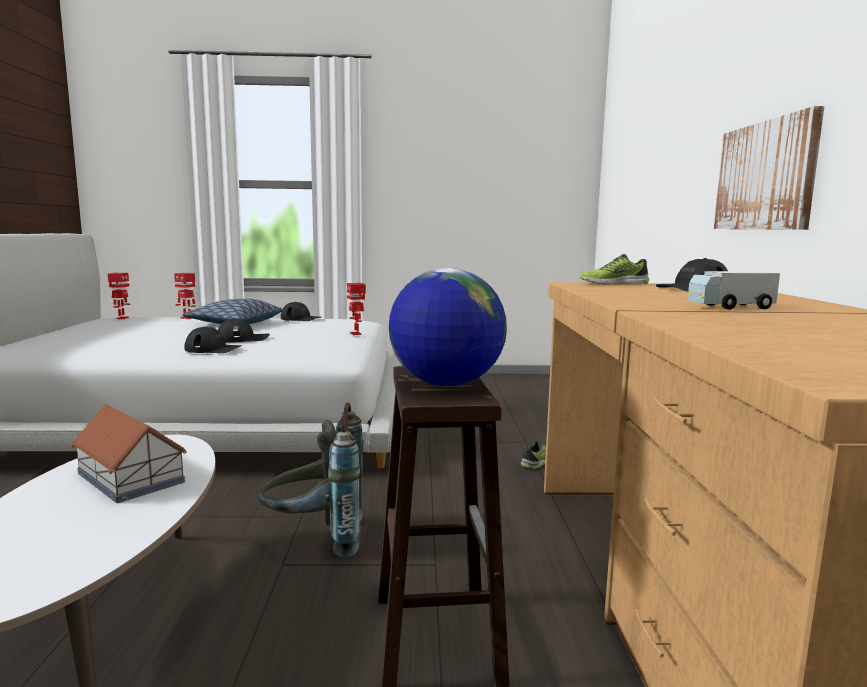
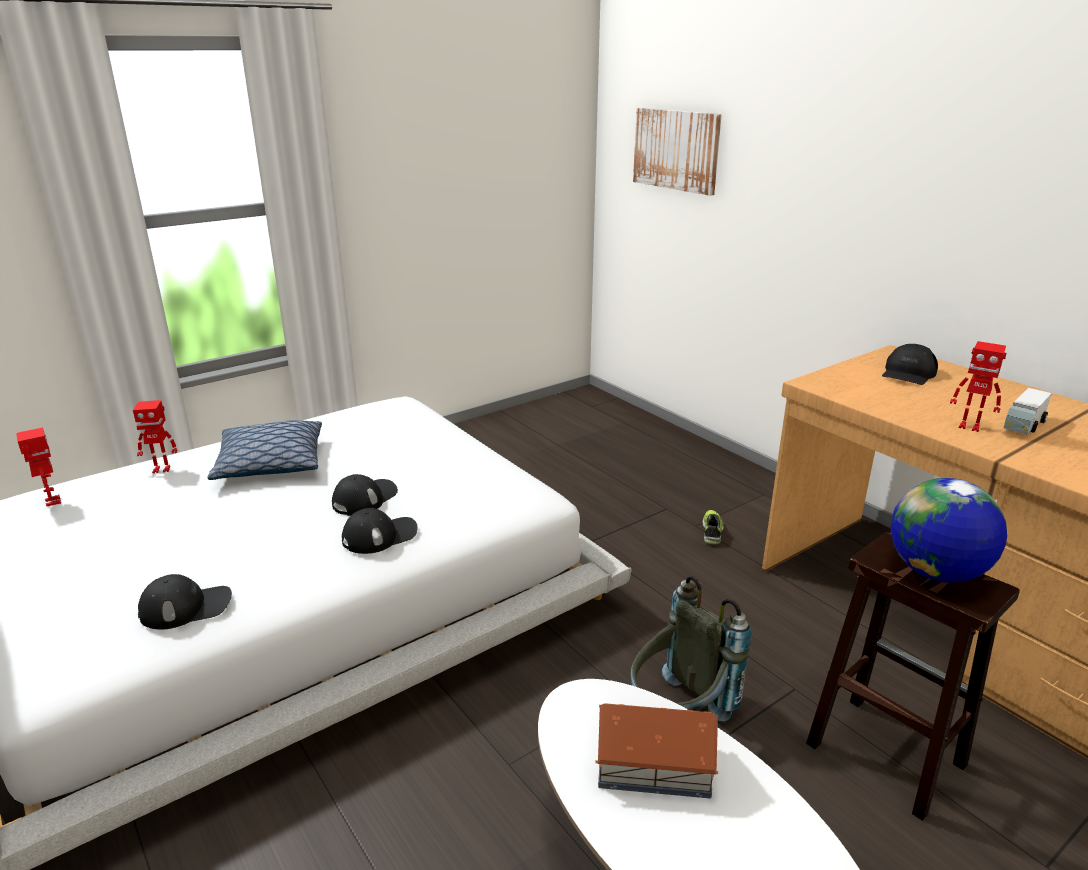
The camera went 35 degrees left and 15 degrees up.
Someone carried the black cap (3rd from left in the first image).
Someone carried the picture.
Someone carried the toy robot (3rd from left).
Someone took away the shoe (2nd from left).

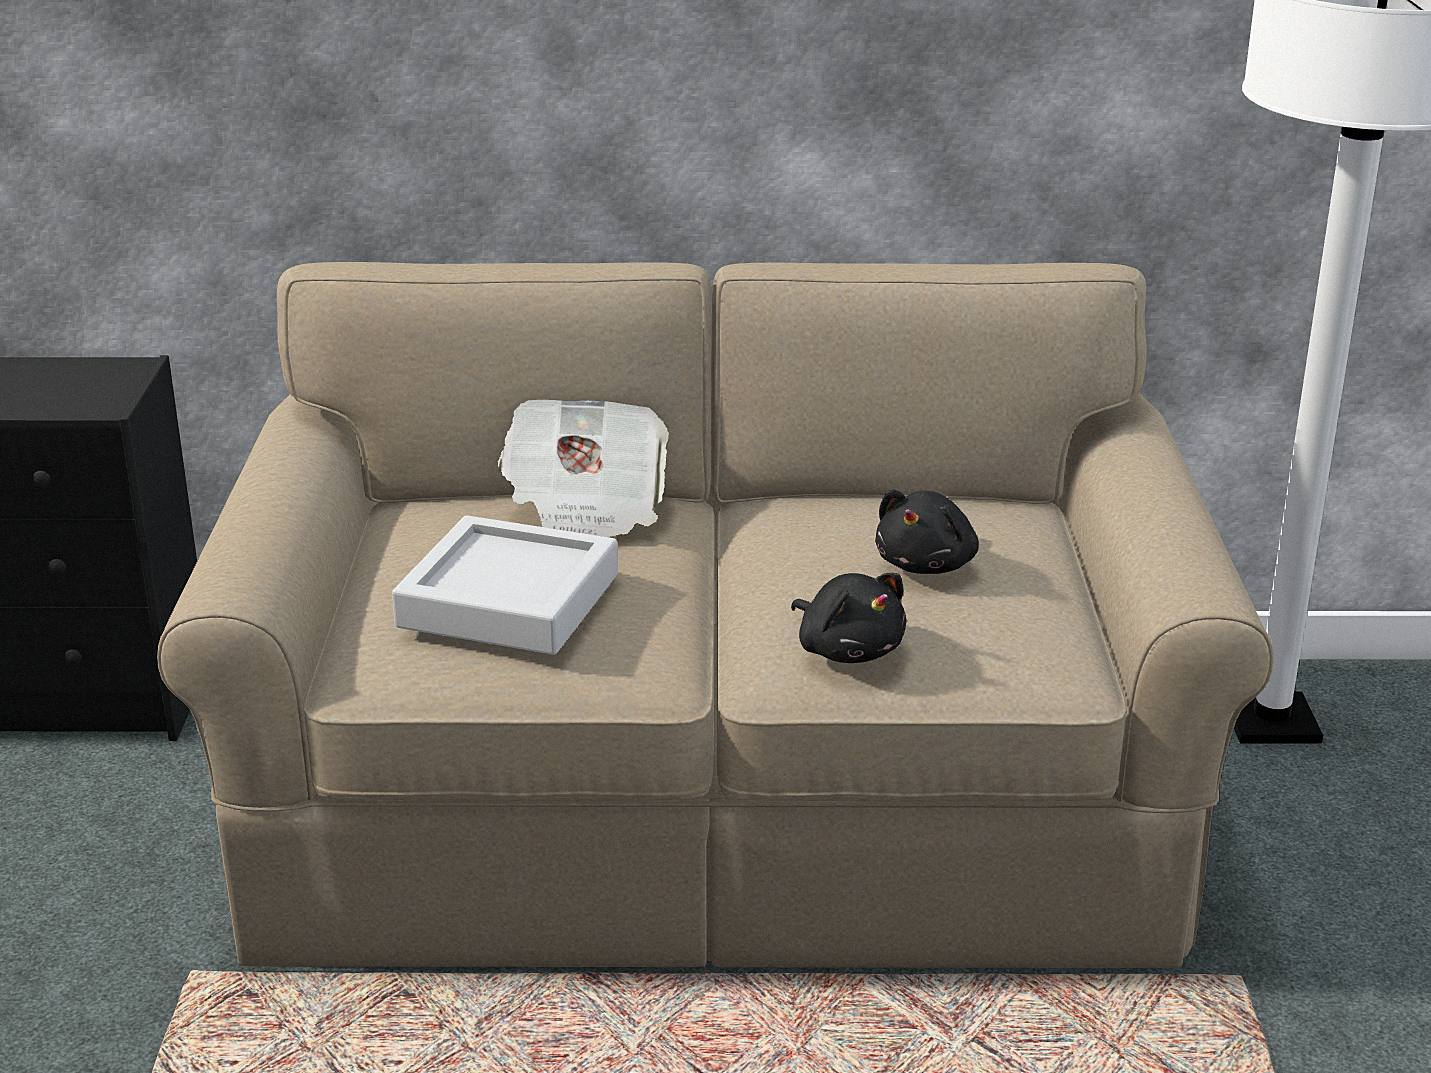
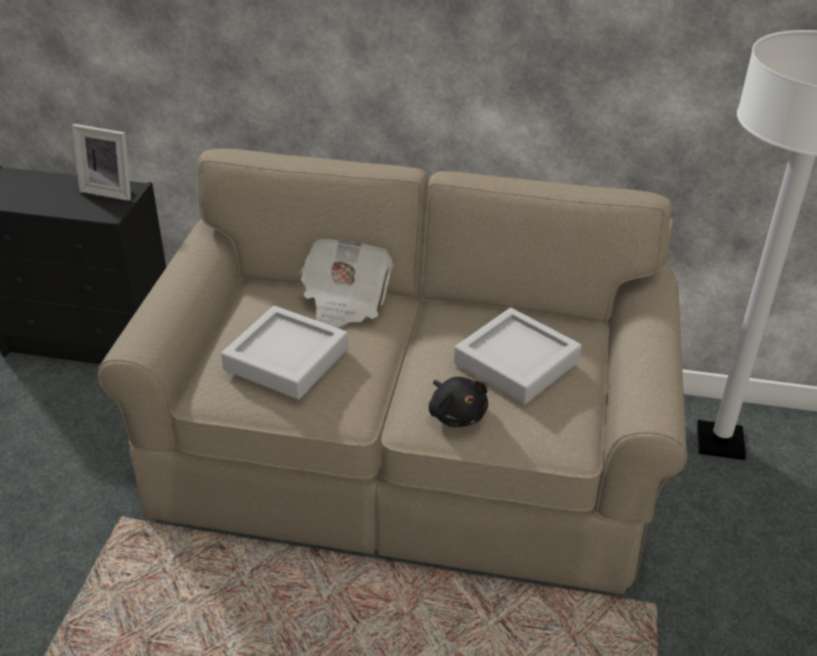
The camera went 10 degrees right and 10 degrees up.
Someone put down the picture frame.
Someone swapped the black plush toy (2nd from left) for the grey tray (2nd from left).

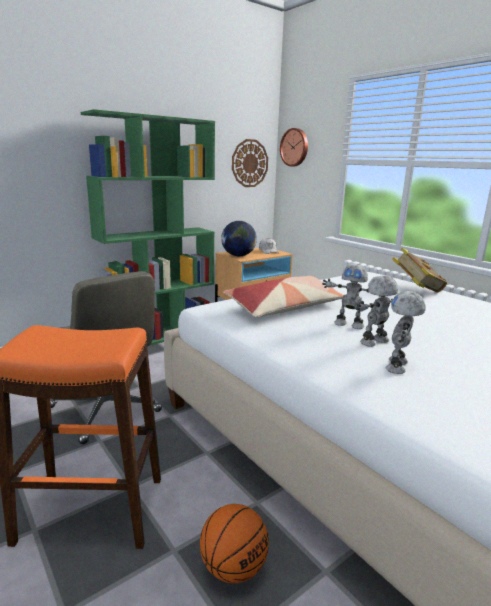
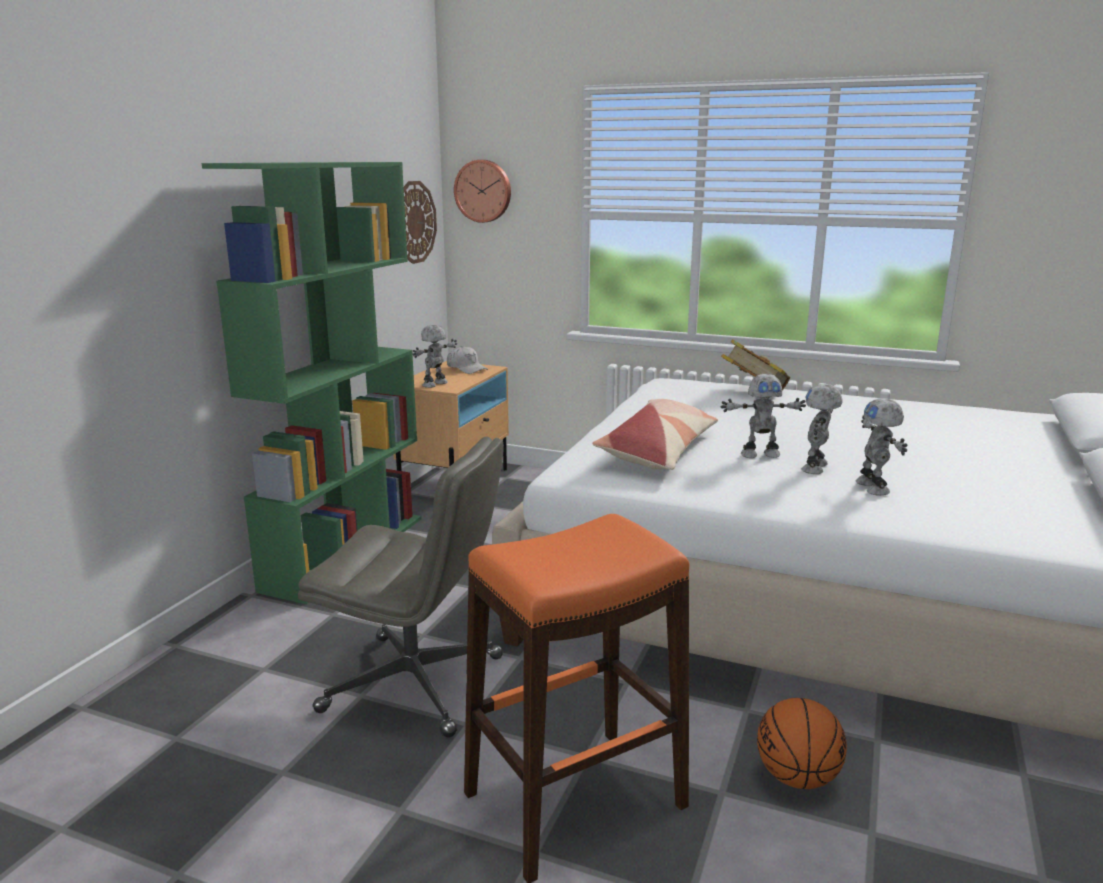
The camera went 30 degrees left and 0 degrees up.
Someone swapped the globe for the toy robot (1st from left).

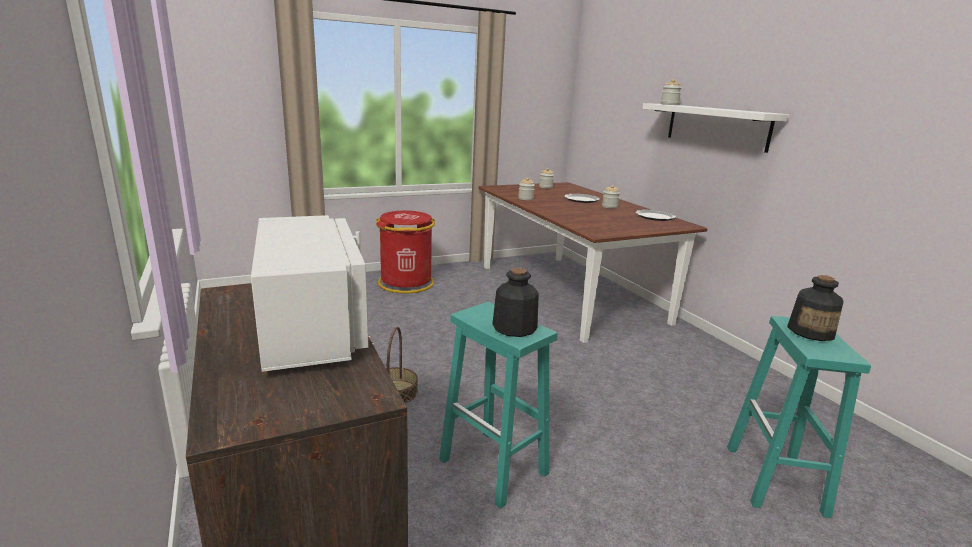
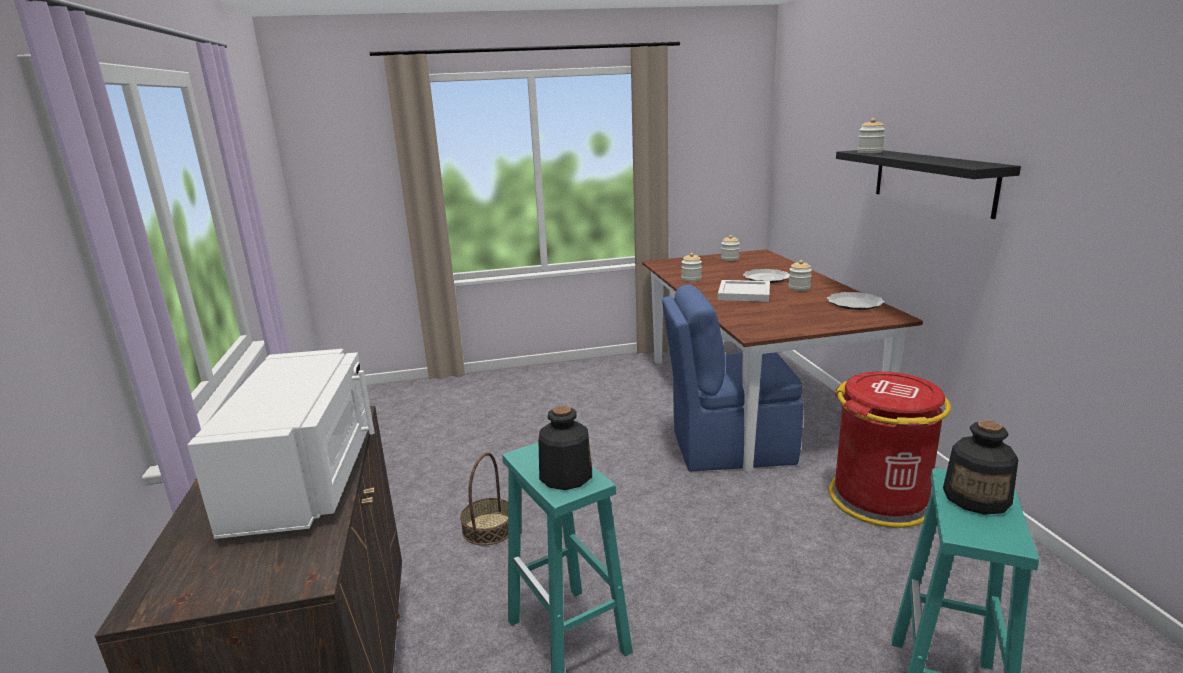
The camera went 15 degrees right and 0 degrees up.
Someone put down the blue chair.
Someone put down the white tray.
Someone carried the red trash can.
Someone repainted the white shelf, which became the black shelf.

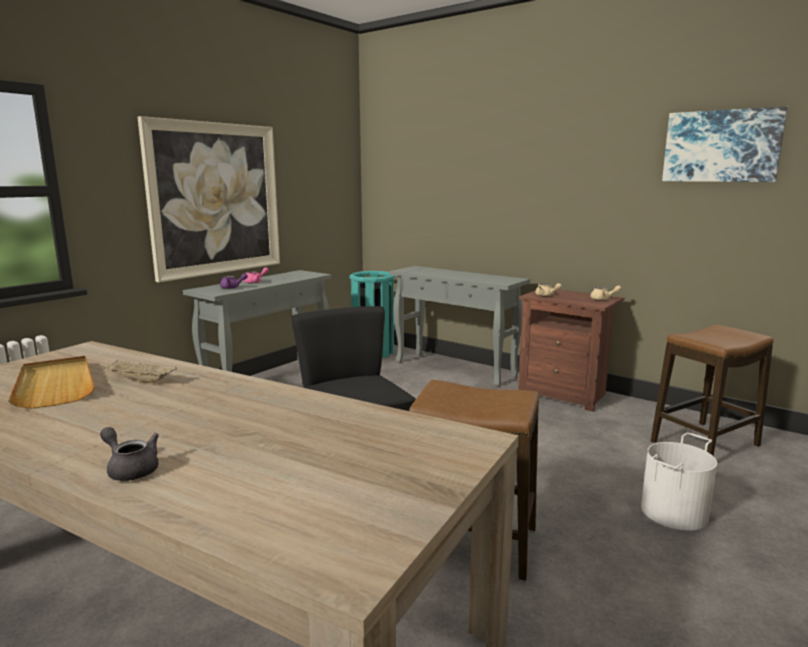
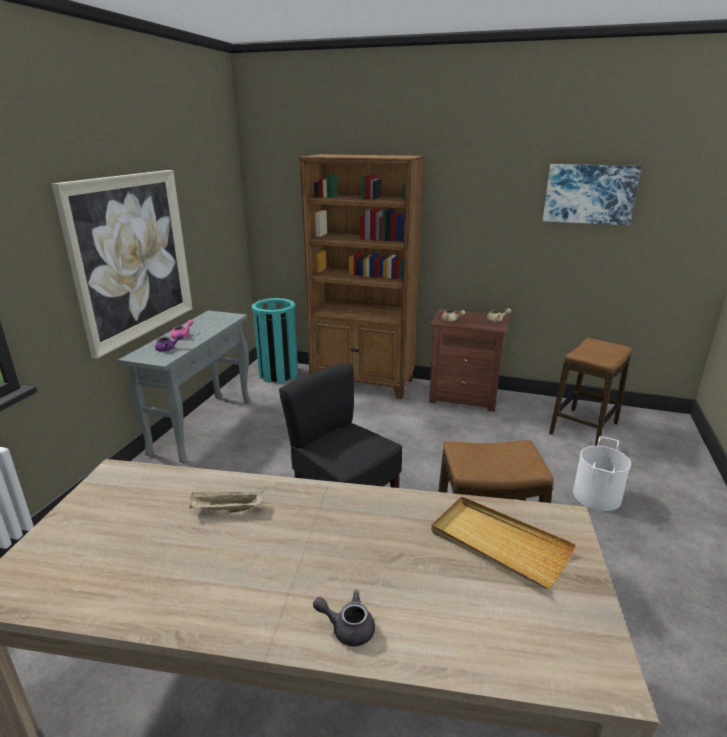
The camera went 20 degrees left and 10 degrees up.
Someone swapped the grey console table (2nd from left) for the brown bookcase.
Someone carried the beige tray (1st from left in the first image).

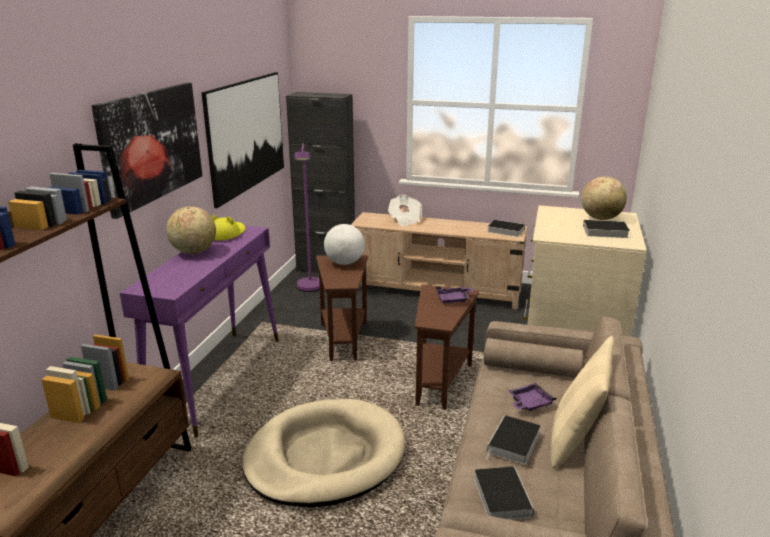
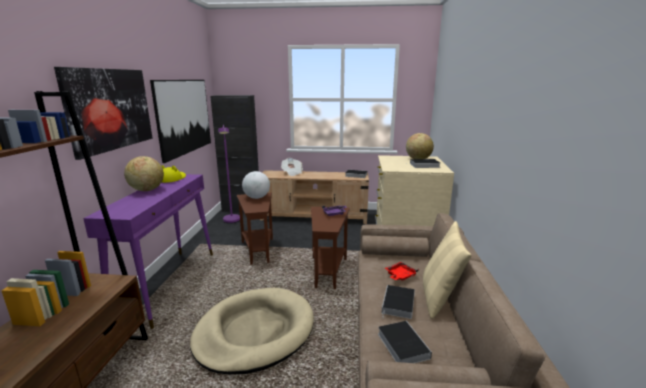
The camera went 10 degrees left and 5 degrees down.
Someone repainted the purple tray (2nd from left), which became the red tray.

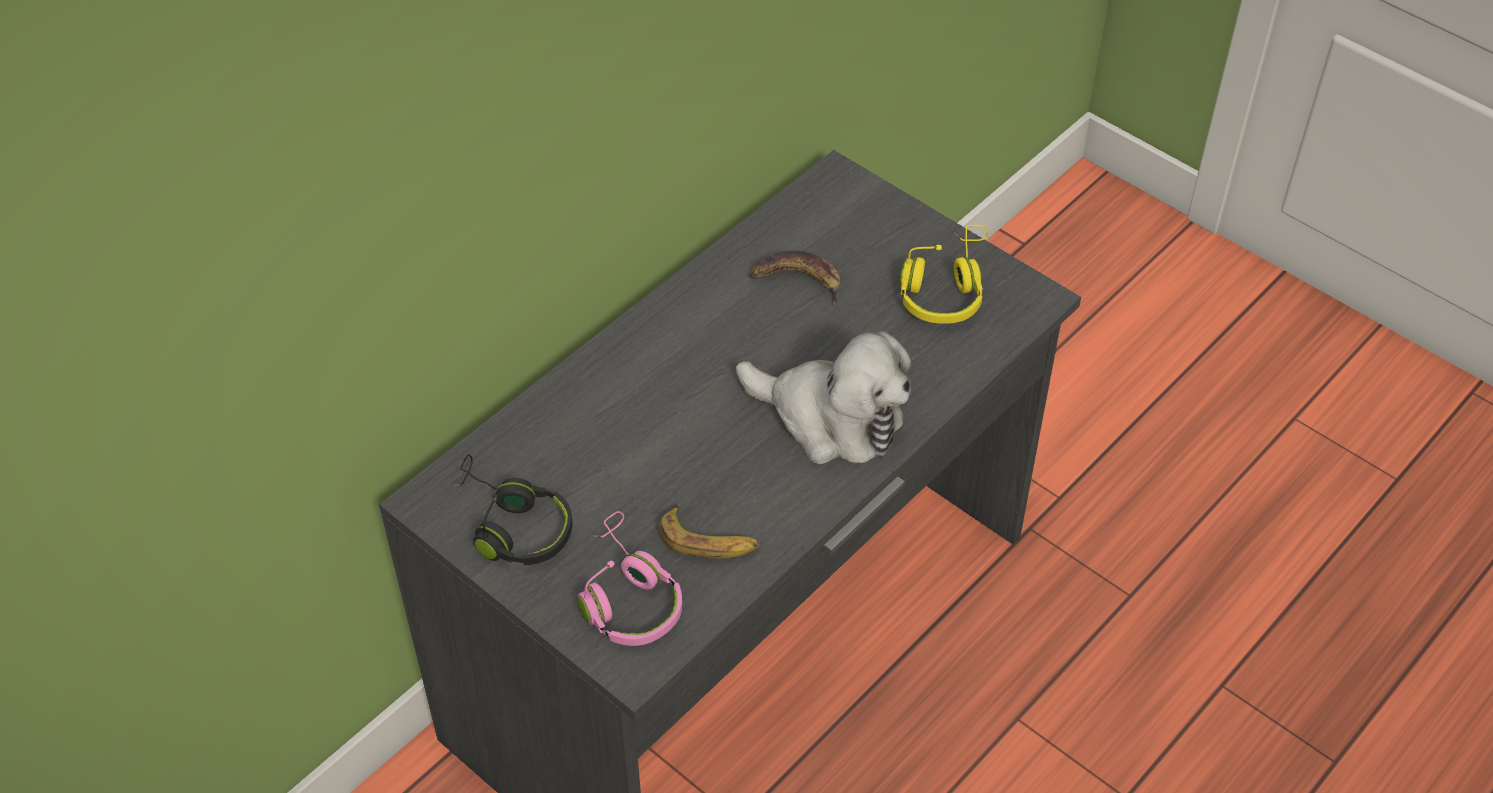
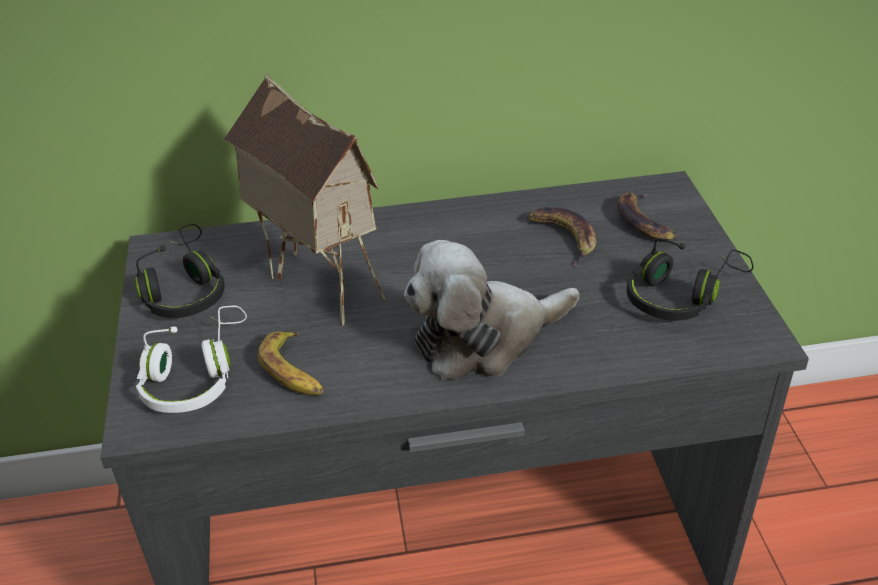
The camera went 40 degrees right and 10 degrees down.
Someone repainted the pink headphones, which became the white headphones.
Someone put down the toy house.
Someone rotated the plush toy by 90 degrees clockwise.
Someone put down the banana (3rd from left).
Someone repainted the yellow headphones, which became the black headphones (2nd from left).

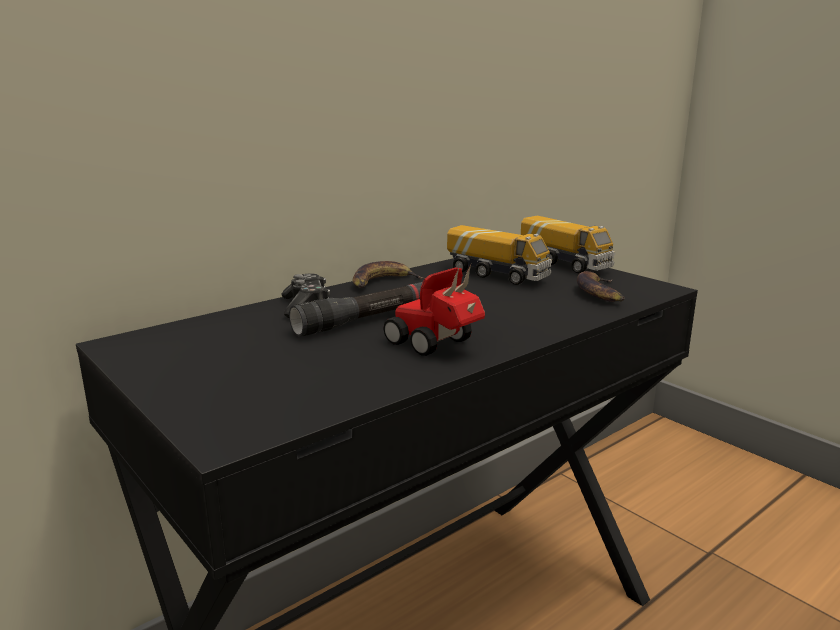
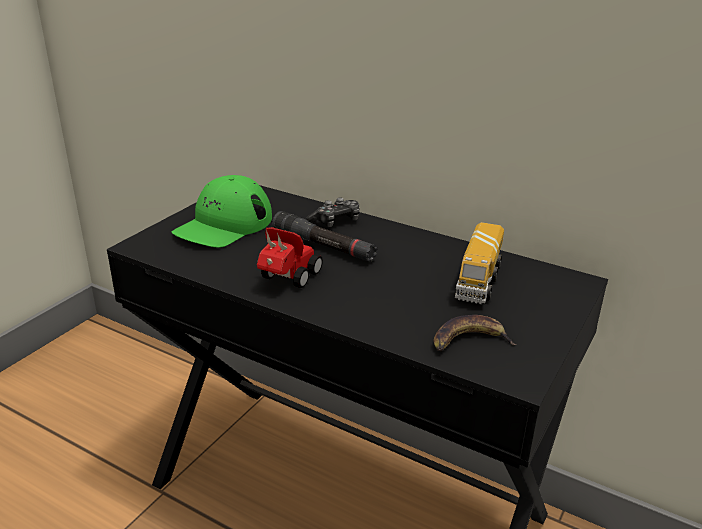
The camera went 70 degrees right and 10 degrees up.
Someone put down the green cap.
Someone took away the banana (1st from left).
Someone took away the toy truck (2nd from left).

